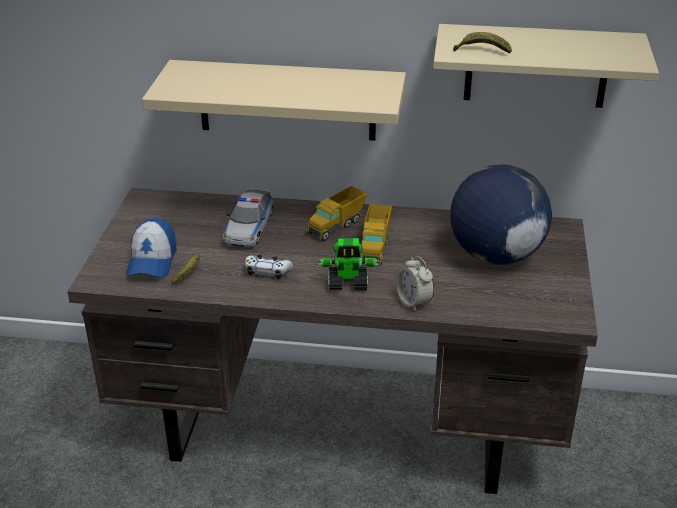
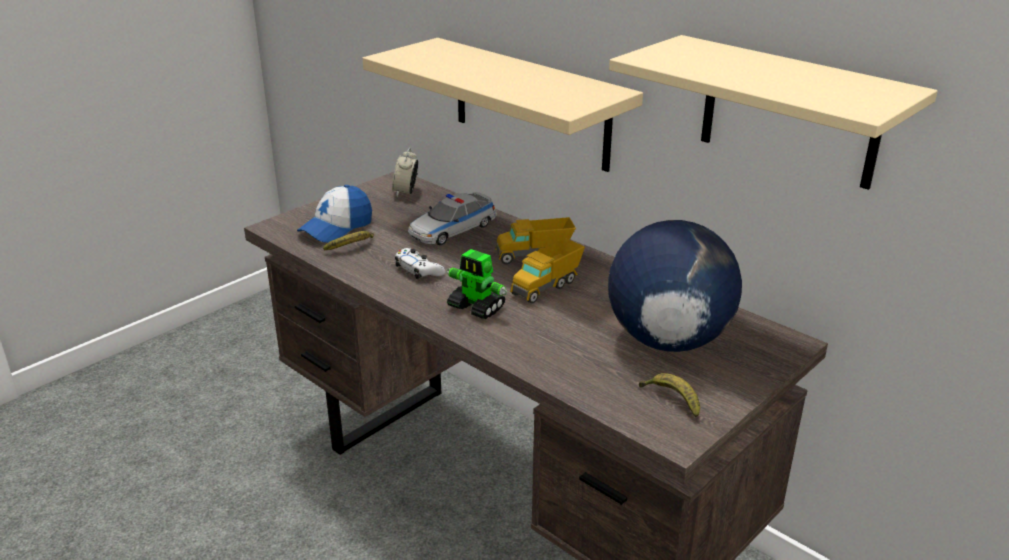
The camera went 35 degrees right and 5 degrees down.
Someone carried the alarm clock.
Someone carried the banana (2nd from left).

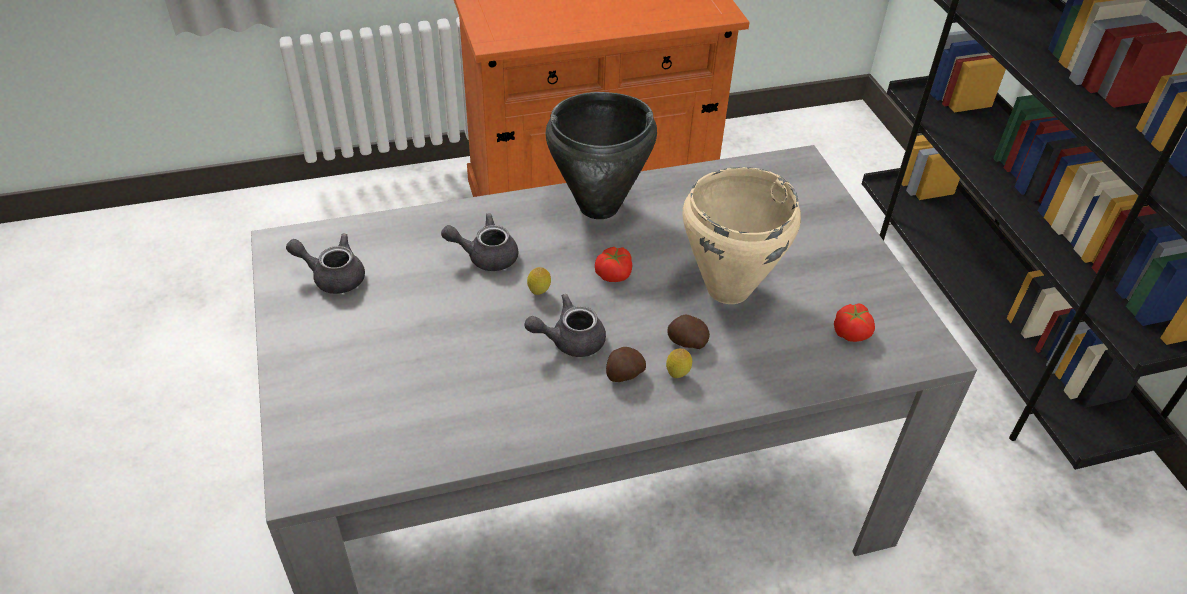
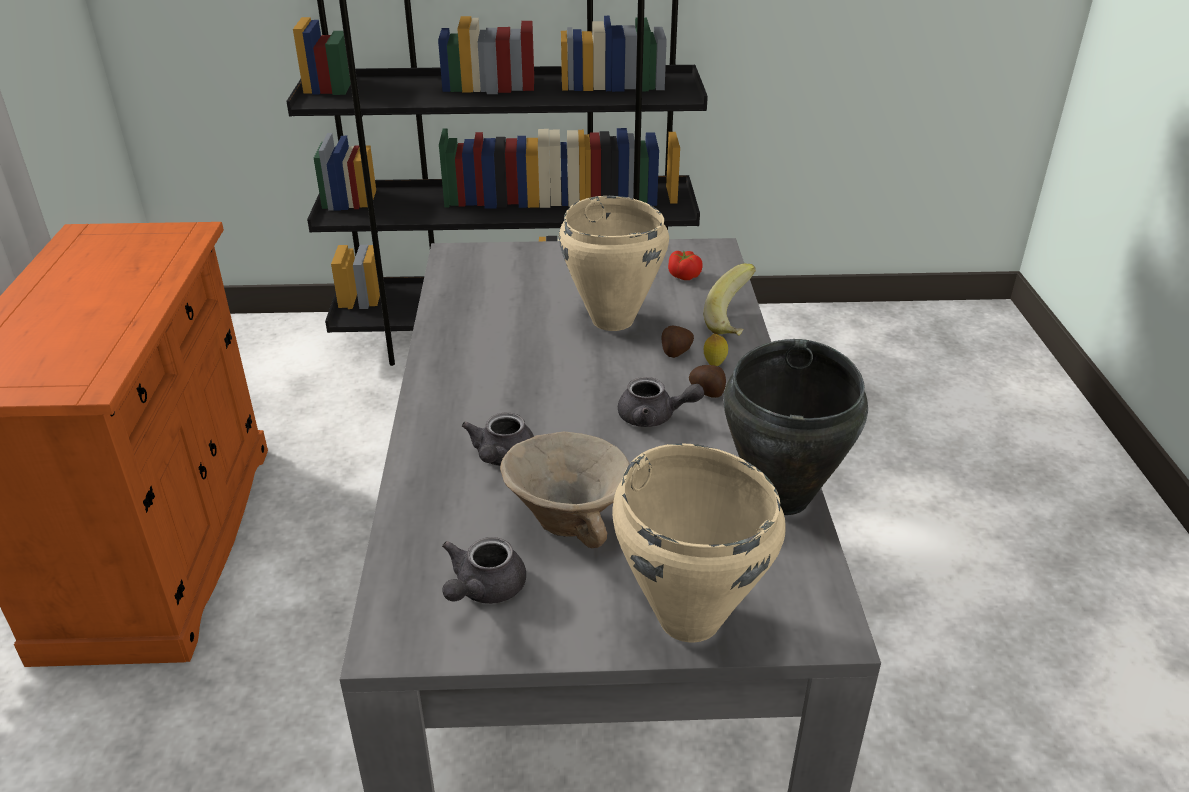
The camera went 75 degrees left and 10 degrees down.
Someone put down the beige bowl.
Someone put down the beige cooking pot (2nd from left).
Someone rotated the grey teapot (3rd from left) by 75 degrees counterclockwise.
Someone put down the banana.
Someone carried the black cooking pot.
Someone took away the lemon (1st from left).
Someone took away the tomato (1st from left).

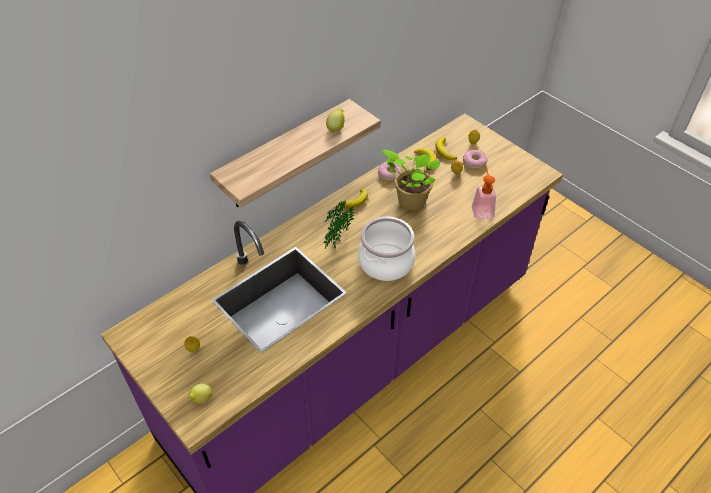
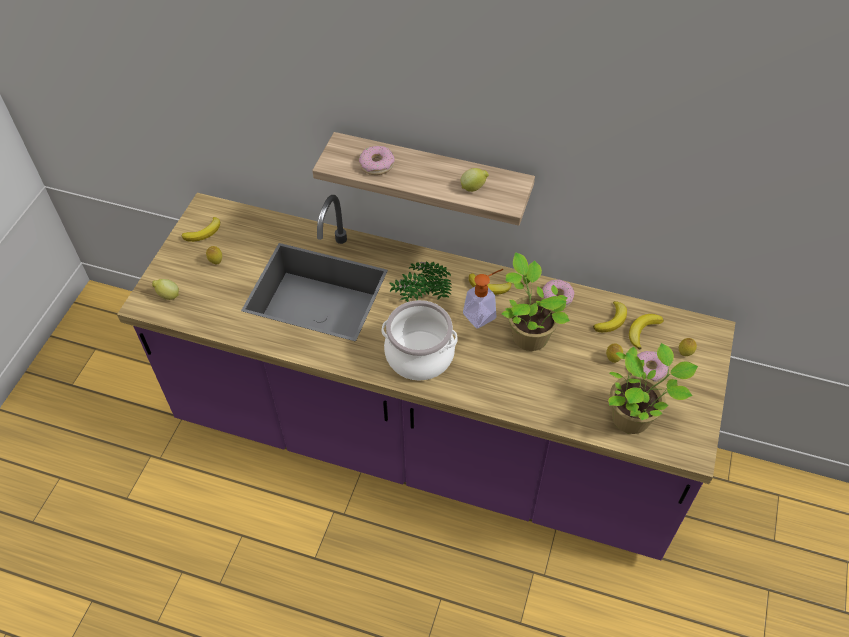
The camera went 60 degrees right and 5 degrees up.
Someone put down the banana (1st from left).
Someone put down the donut (1st from left).
Someone carried the soap dispenser.
Someone put down the potted plant (3rd from left).

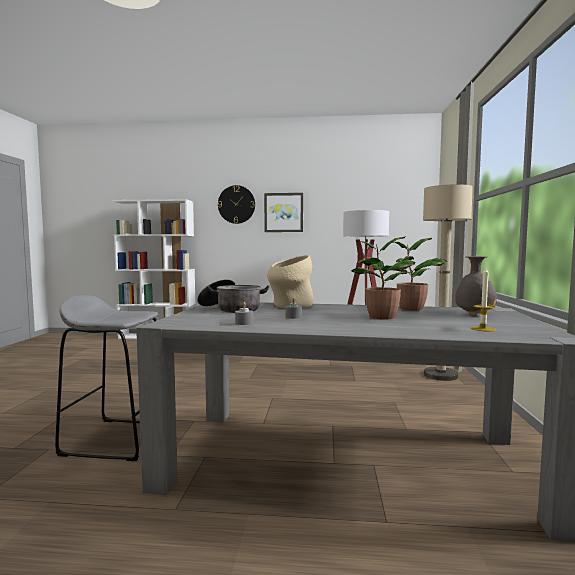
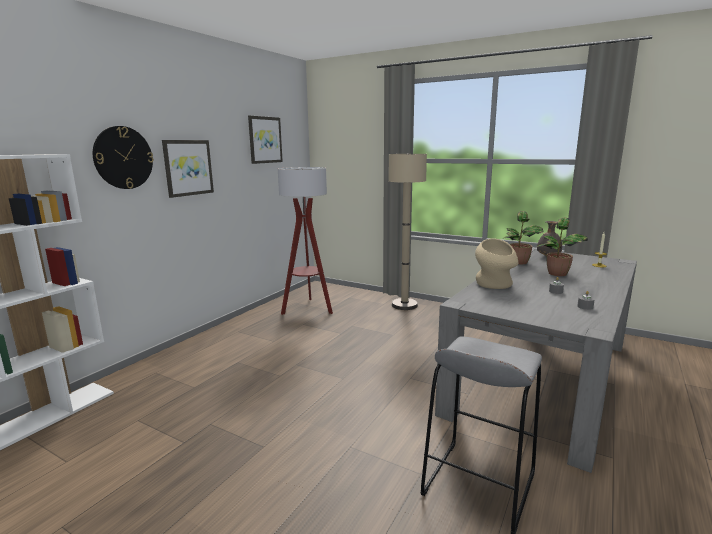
The camera went 65 degrees left and 10 degrees up.
Someone put up the picture (2nd from left).
Someone took away the cooking pot.

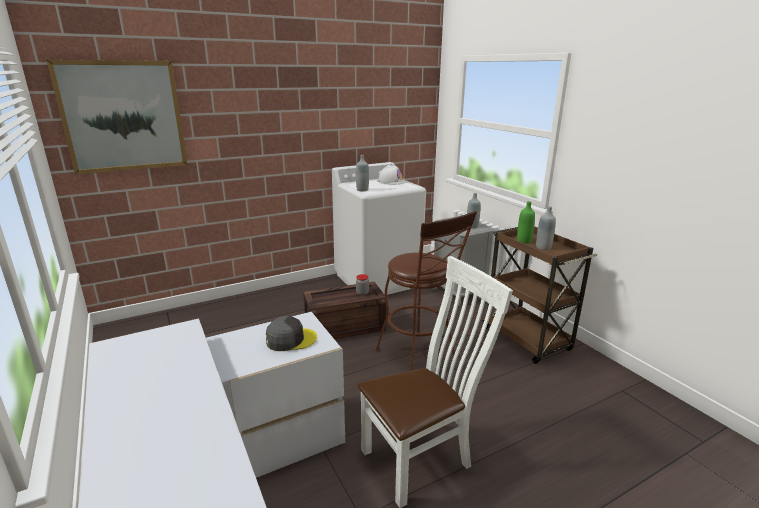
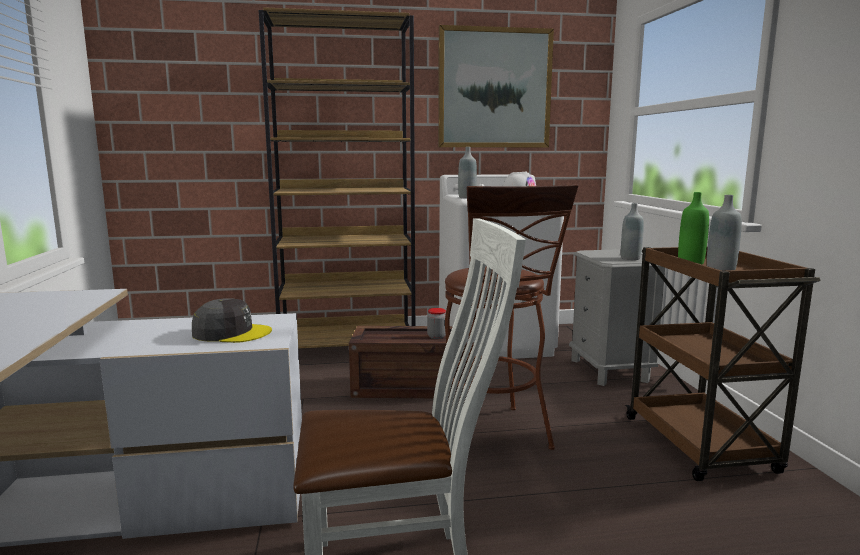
The camera went 20 degrees right and 10 degrees down.
Someone put down the brown bookcase.
Someone carried the picture.

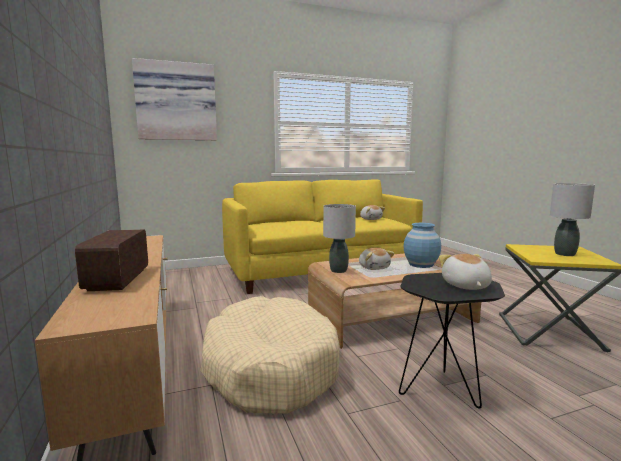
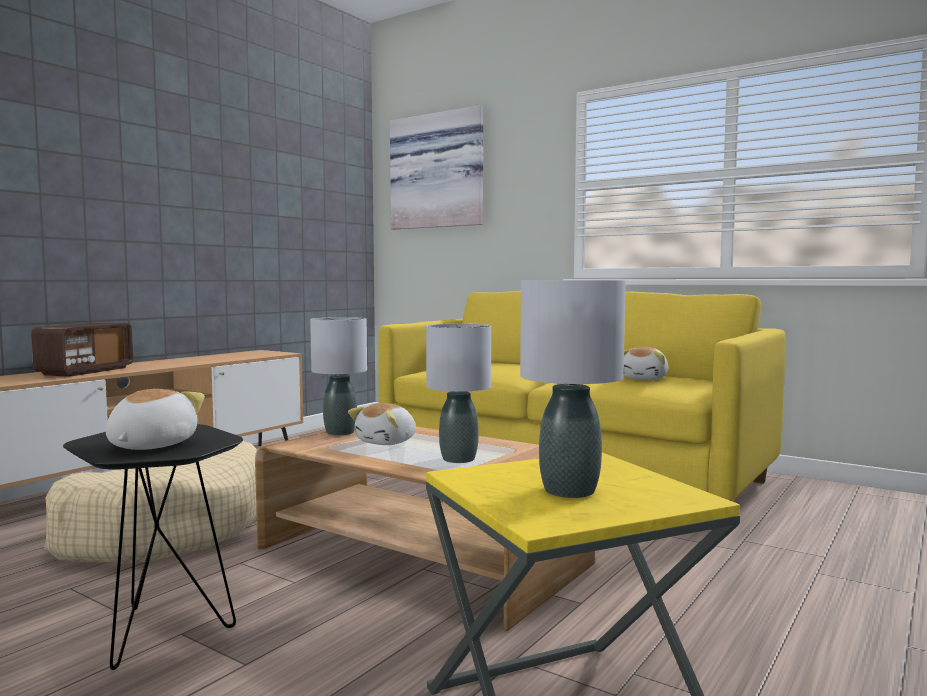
The camera went 55 degrees right and 5 degrees down.
Someone rotated the radio by 150 degrees clockwise.
Someone rotated the plush toy (3rd from left in the first image) by 45 degrees counterclockwise.
Someone swapped the blue vase for the grey table lamp (2nd from left).

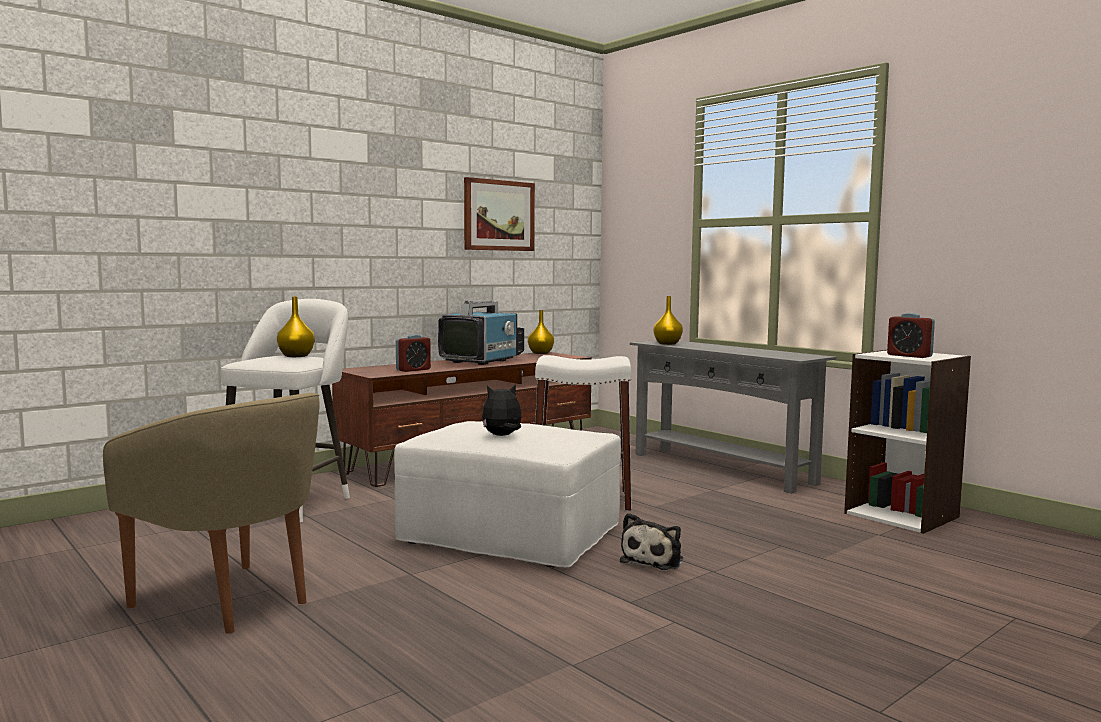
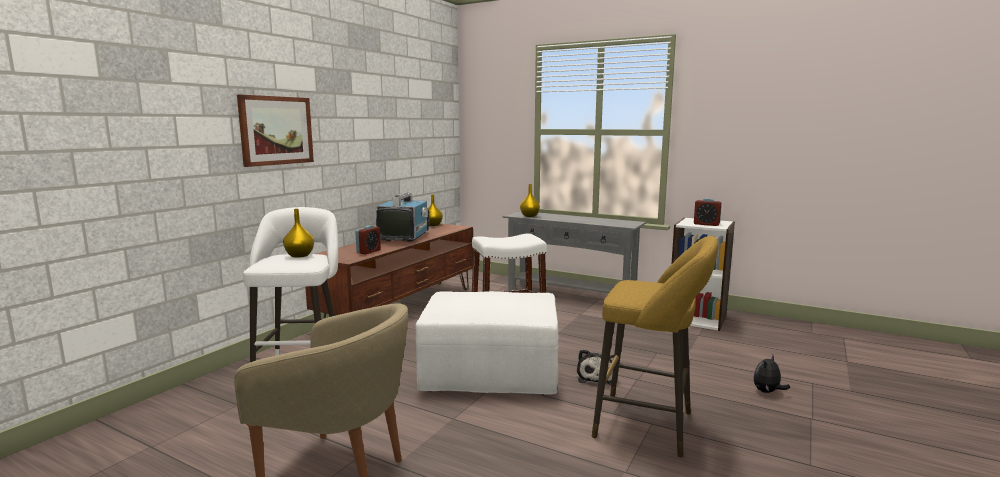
The camera went 20 degrees left and 5 degrees up.
Someone carried the picture.
Someone put down the yellow stool.
Someone carried the plush toy (1st from left in the first image).

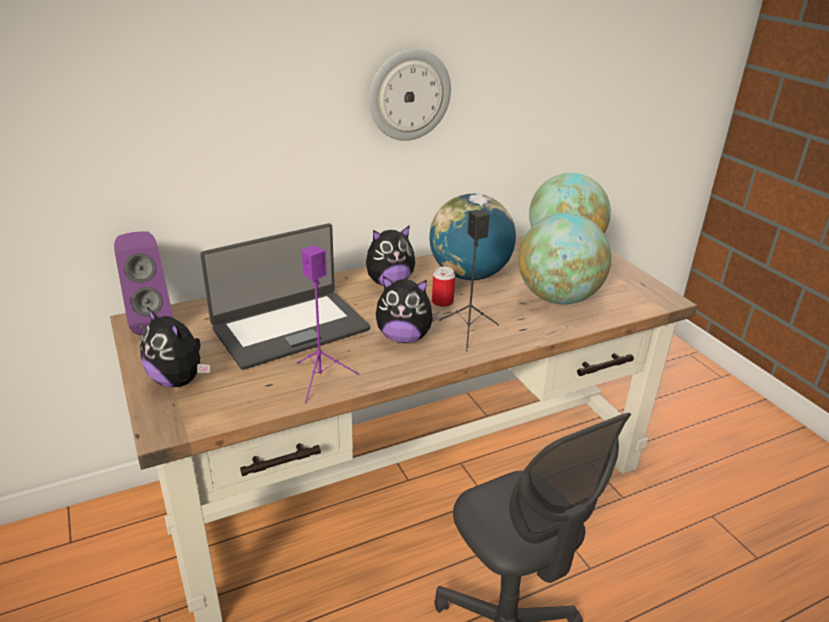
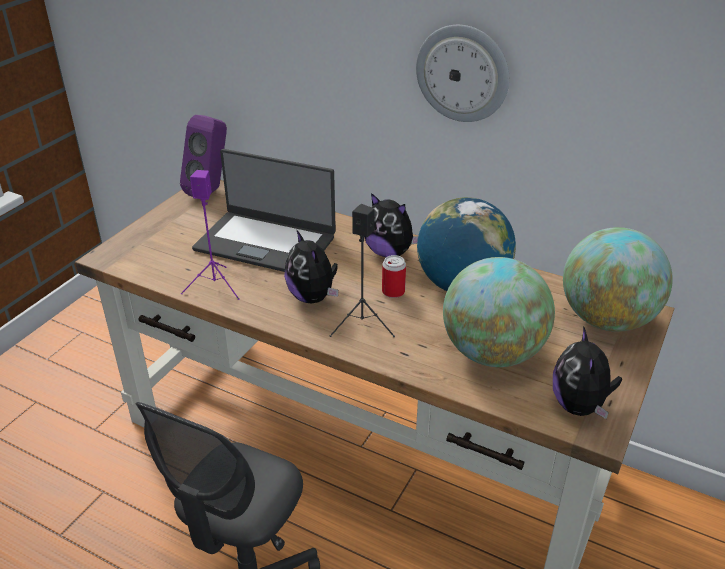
The camera went 55 degrees right and 5 degrees up.
Someone carried the plush toy (1st from left in the first image).

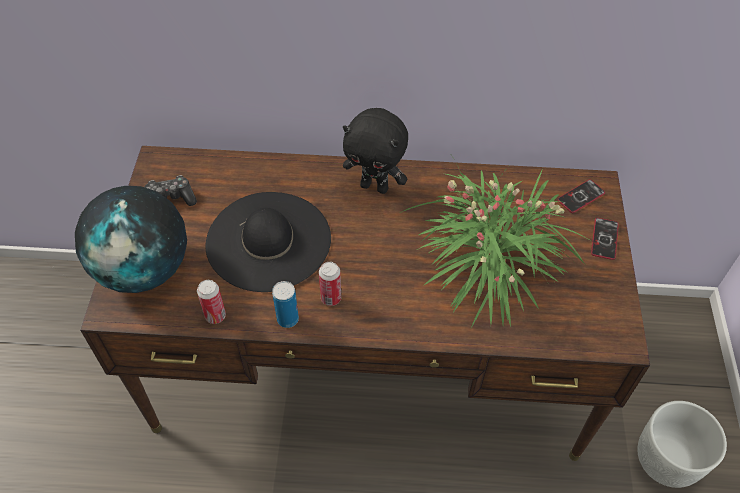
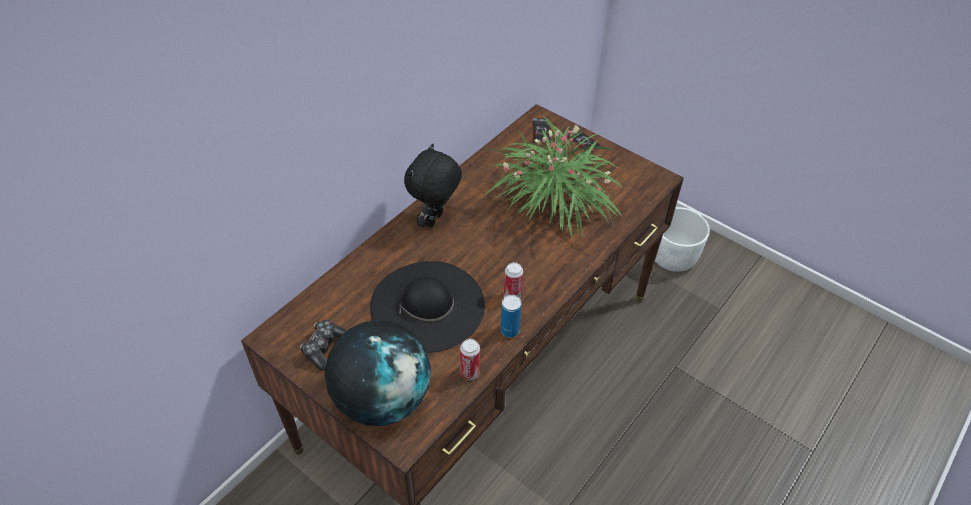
The camera went 55 degrees left and 5 degrees down.
Someone rotated the black plush toy by 150 degrees clockwise.

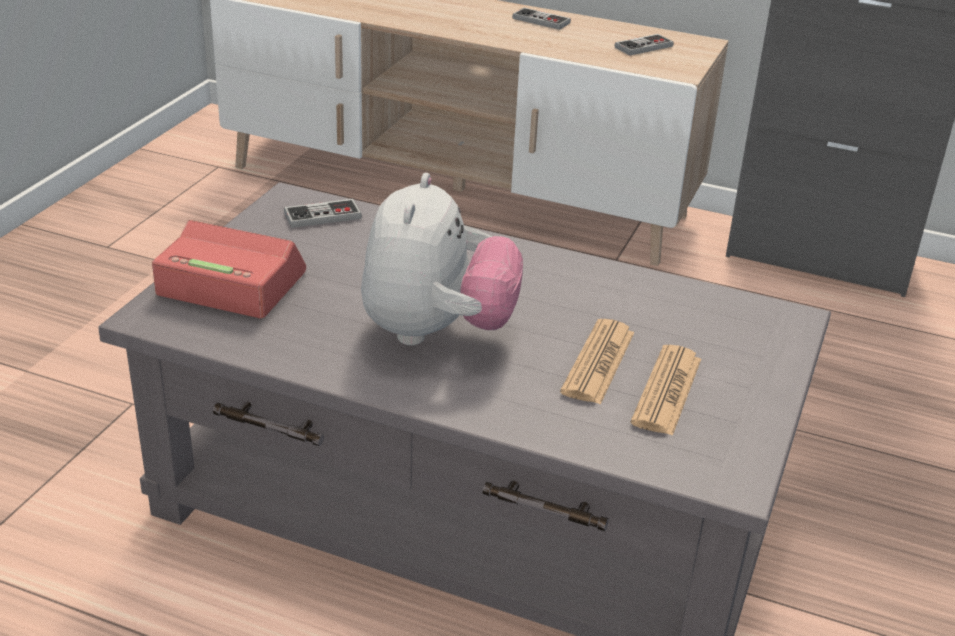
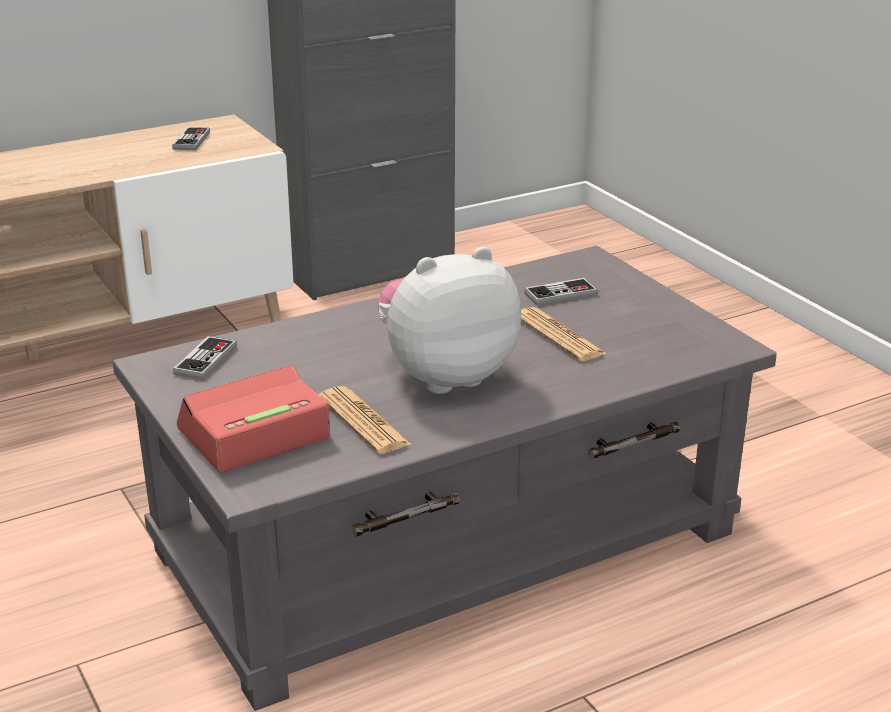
The camera went 50 degrees left and 5 degrees down.
Someone carried the newspaper (2nd from left in the first image).
Someone rotated the plush toy by 75 degrees counterclockwise.
Someone carried the game controller (2nd from left in the first image).

